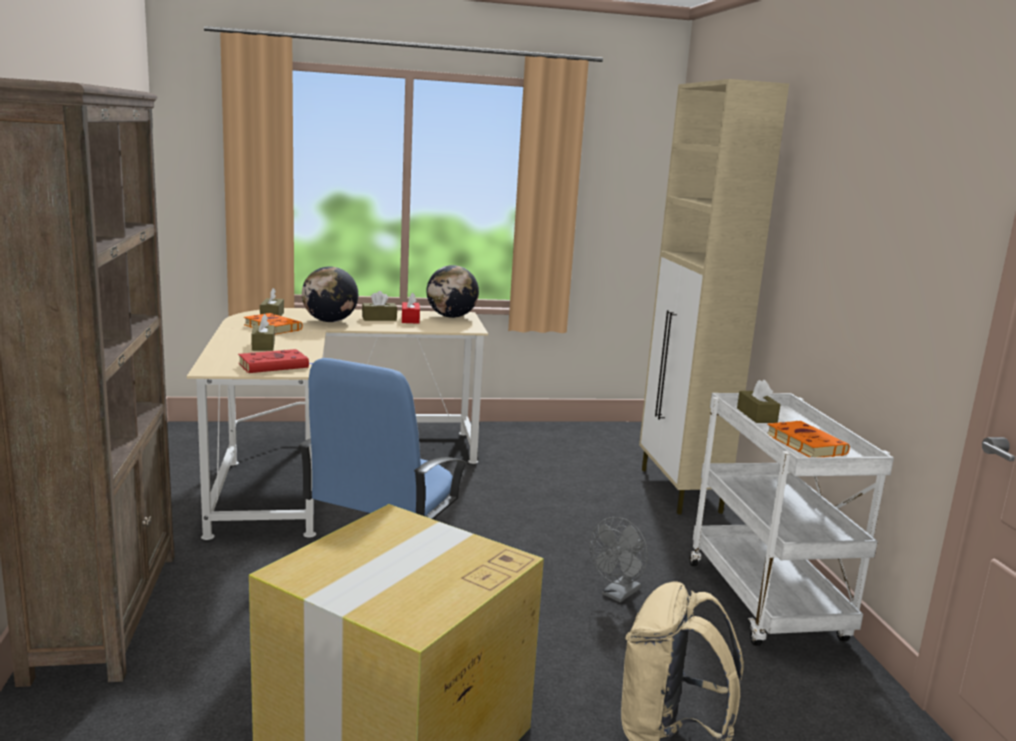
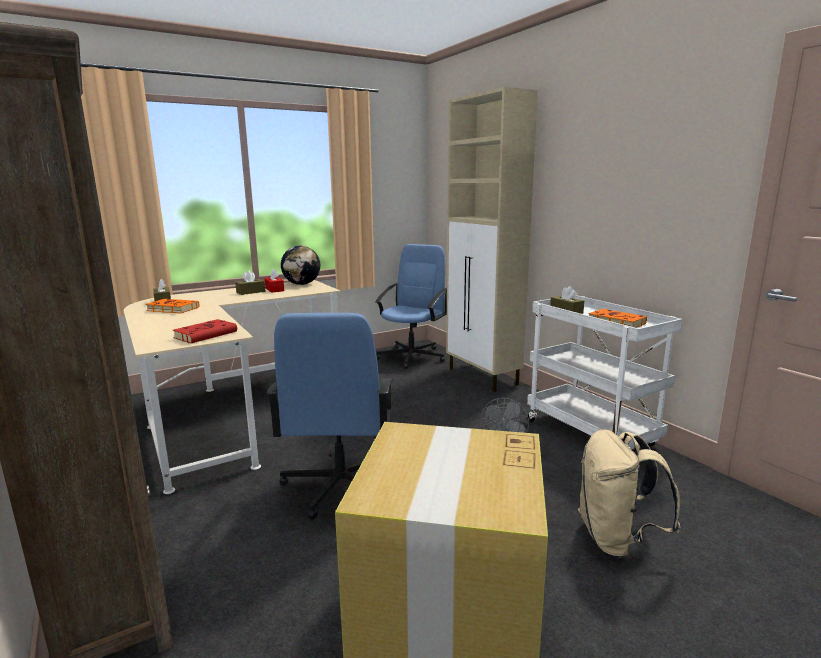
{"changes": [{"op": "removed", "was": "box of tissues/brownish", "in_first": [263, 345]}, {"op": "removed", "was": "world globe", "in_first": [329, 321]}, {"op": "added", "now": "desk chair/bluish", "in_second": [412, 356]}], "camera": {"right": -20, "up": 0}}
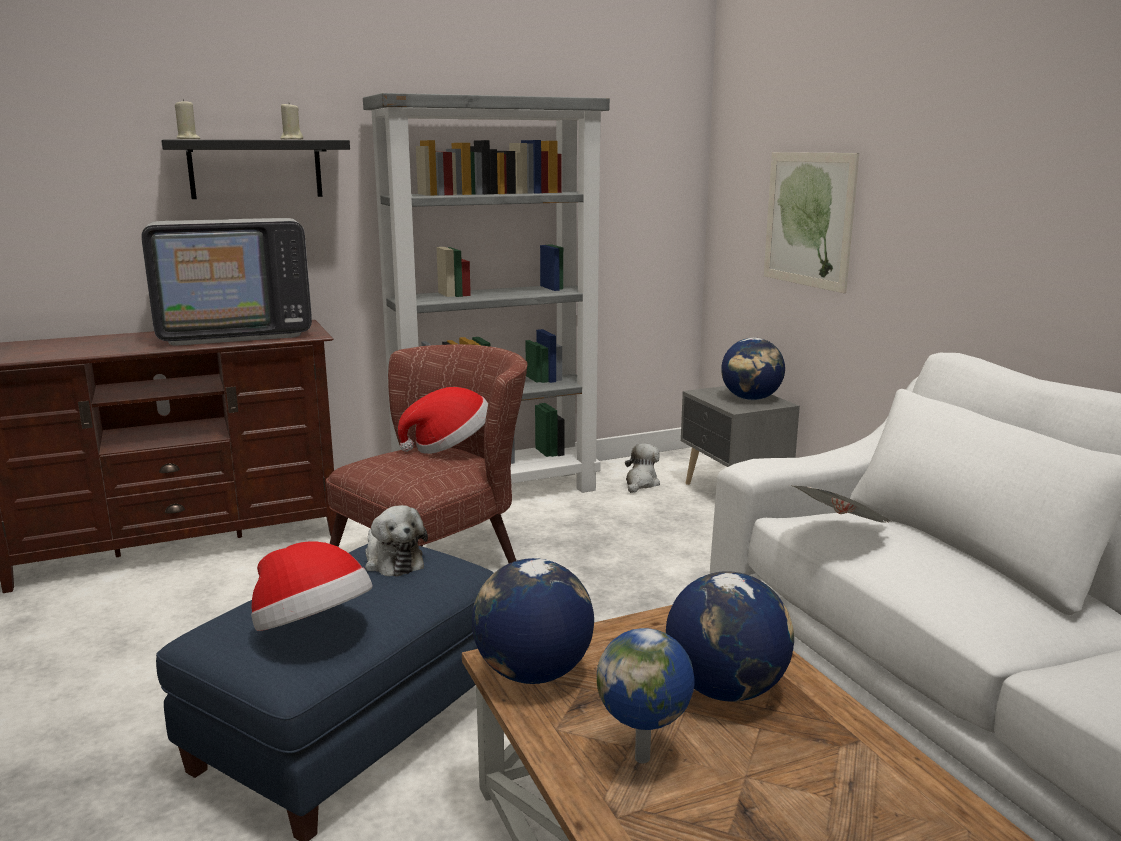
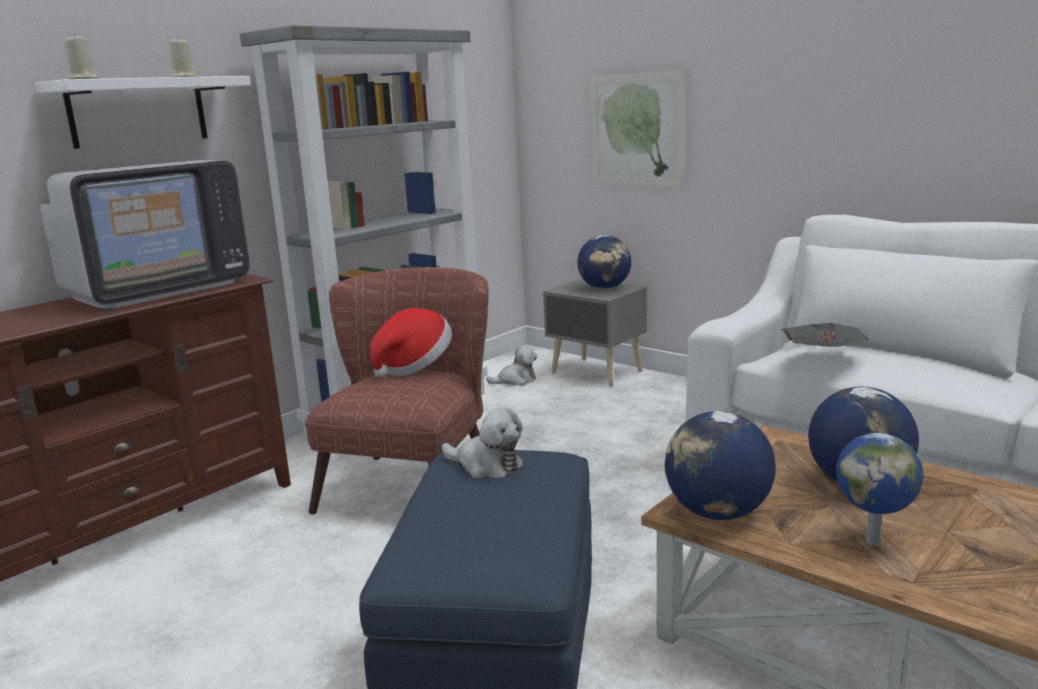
{"changes": [{"op": "recoloured", "was": "wall shelf/black", "now": "wall shelf/whitish", "in_first": [255, 169], "in_second": [138, 112]}, {"op": "removed", "was": "clothing hat", "in_first": [312, 630]}, {"op": "turned", "was": "soft toy", "in_first": [641, 483], "in_second": [515, 380], "clockwise": 75}], "camera": {"right": -25, "up": 0}}
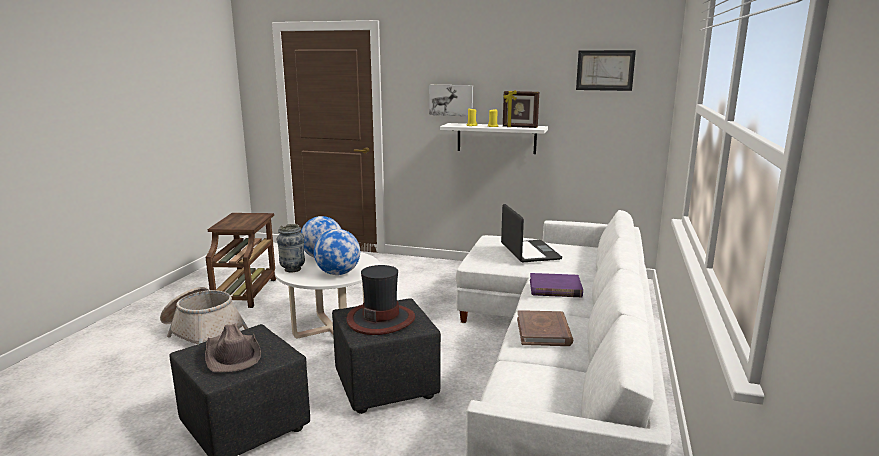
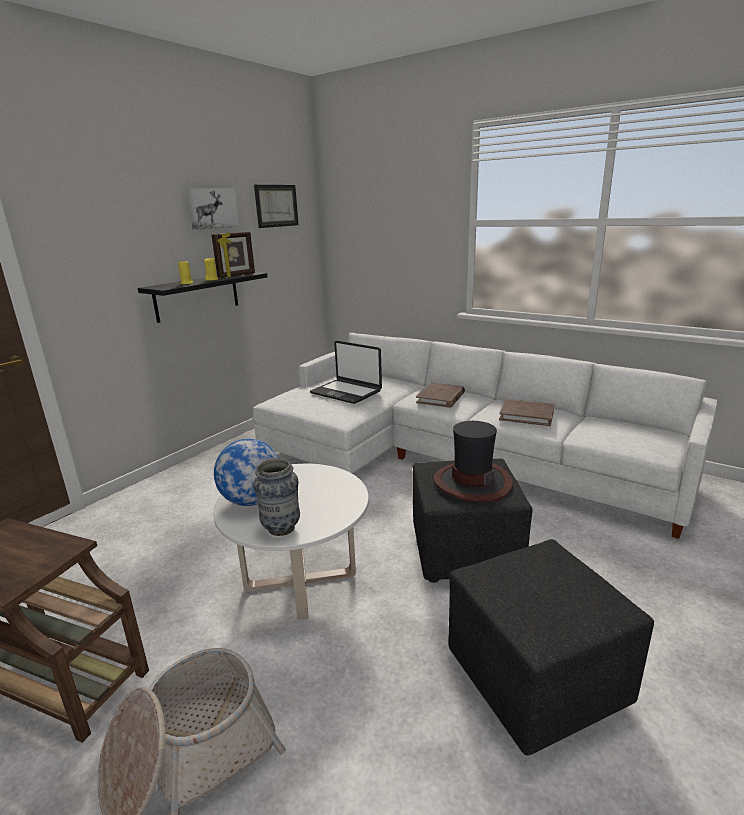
{"changes": [{"op": "removed", "was": "clothing hat/brownish", "in_first": [233, 355]}, {"op": "removed", "was": "world globe", "in_first": [338, 273]}, {"op": "moved", "was": "wall picture", "in_first": [451, 100], "in_second": [212, 208]}, {"op": "recoloured", "was": "wall shelf/whitish", "now": "wall shelf/black", "in_first": [496, 138], "in_second": [197, 296]}, {"op": "turned", "was": "portable computer", "in_first": [529, 252], "in_second": [346, 392], "clockwise": -150}, {"op": "recoloured", "was": "bound book/purple-coloured", "now": "bound book/brownish", "in_first": [555, 288], "in_second": [440, 398]}], "camera": {"right": -70, "up": 5}}
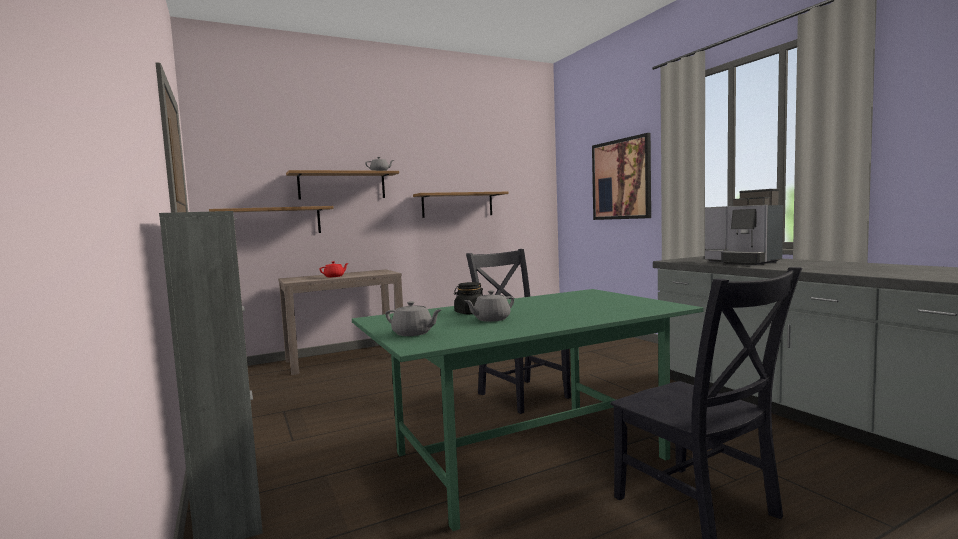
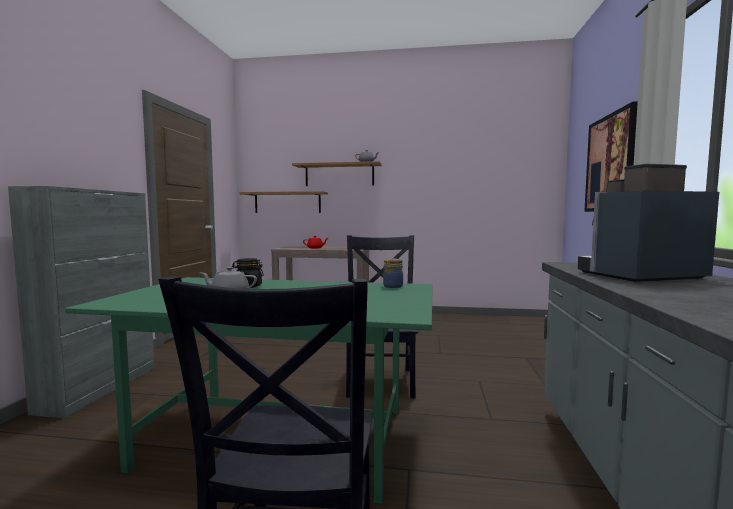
{"changes": [{"op": "removed", "was": "teapot/greyish", "in_first": [413, 333]}, {"op": "removed", "was": "wall shelf", "in_first": [457, 205]}, {"op": "turned", "was": "coffee maker", "in_first": [743, 262], "in_second": [639, 276], "clockwise": 75}, {"op": "added", "now": "jar", "in_second": [392, 286]}], "camera": {"right": 35, "up": 0}}
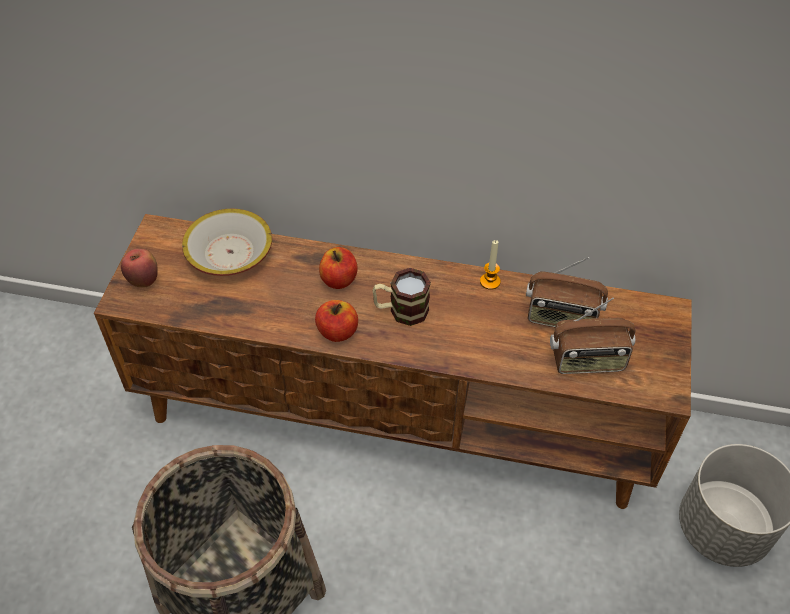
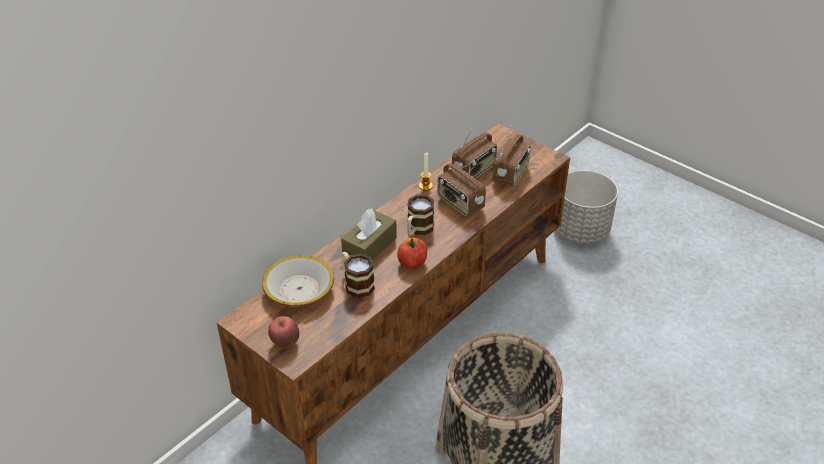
{"changes": [{"op": "replaced", "was": "apple", "now": "box of tissues/brownish", "in_first": [339, 279], "in_second": [369, 246]}, {"op": "added", "now": "coffee mug", "in_second": [356, 283]}, {"op": "added", "now": "radio", "in_second": [460, 204]}], "camera": {"right": -60, "up": -10}}
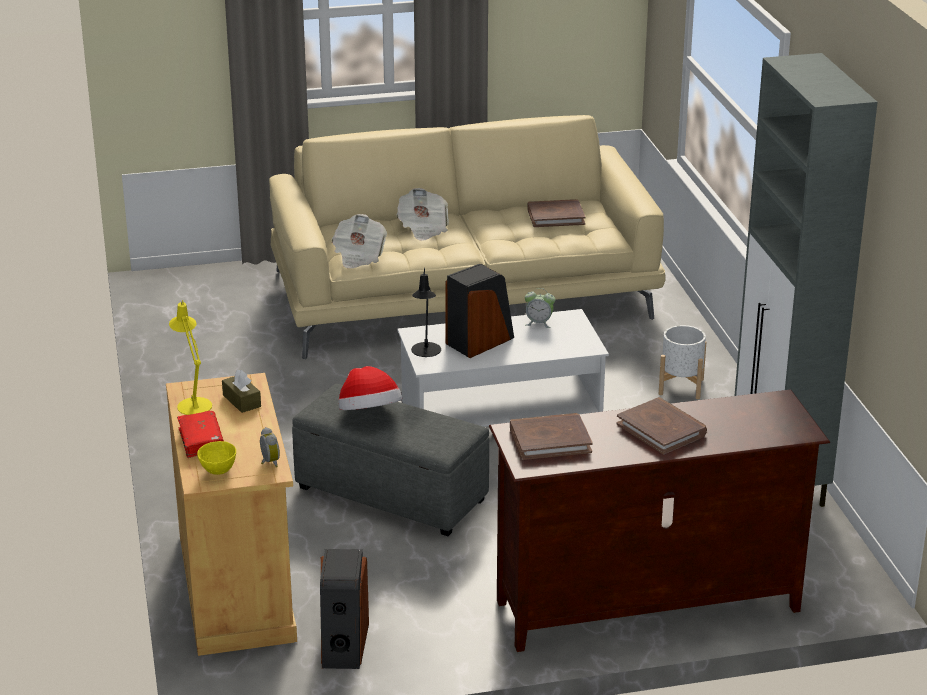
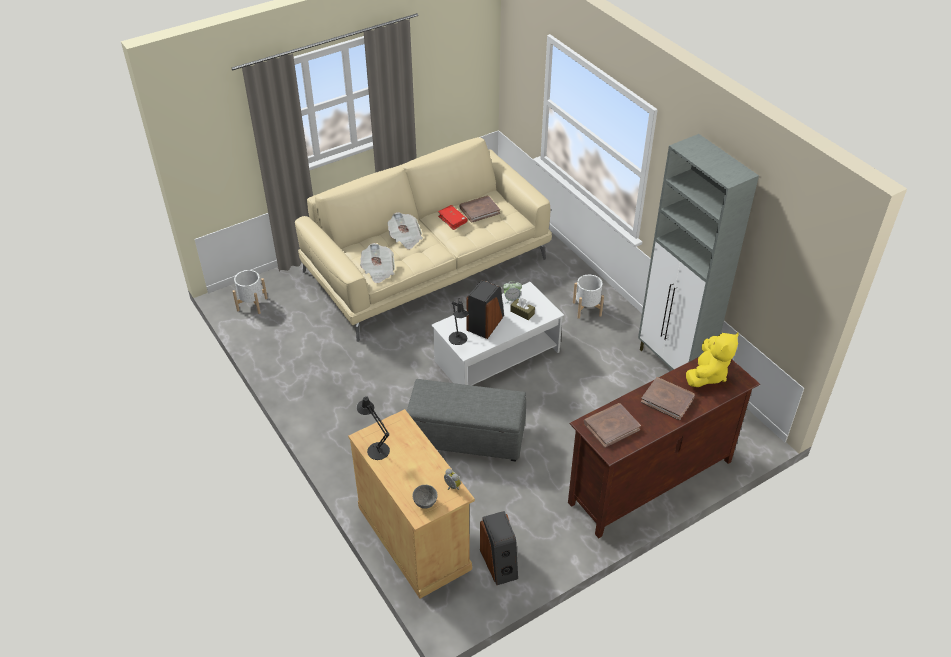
{"changes": [{"op": "recoloured", "was": "lamp for a table/yellow-coloured", "now": "lamp for a table/black", "in_first": [193, 403], "in_second": [376, 449]}, {"op": "moved", "was": "bound book/red-coloured", "in_first": [201, 440], "in_second": [452, 220]}, {"op": "recoloured", "was": "serving bowl/yellow-coloured", "now": "serving bowl/greyish", "in_first": [219, 471], "in_second": [425, 503]}, {"op": "moved", "was": "box of tissues/brownish", "in_first": [242, 401], "in_second": [522, 312]}, {"op": "removed", "was": "clothing hat", "in_first": [369, 414]}, {"op": "added", "now": "plant pot/whitish", "in_second": [252, 304]}, {"op": "added", "now": "soft toy/yellow-coloured", "in_second": [707, 374]}], "camera": {"right": -20, "up": 15}}
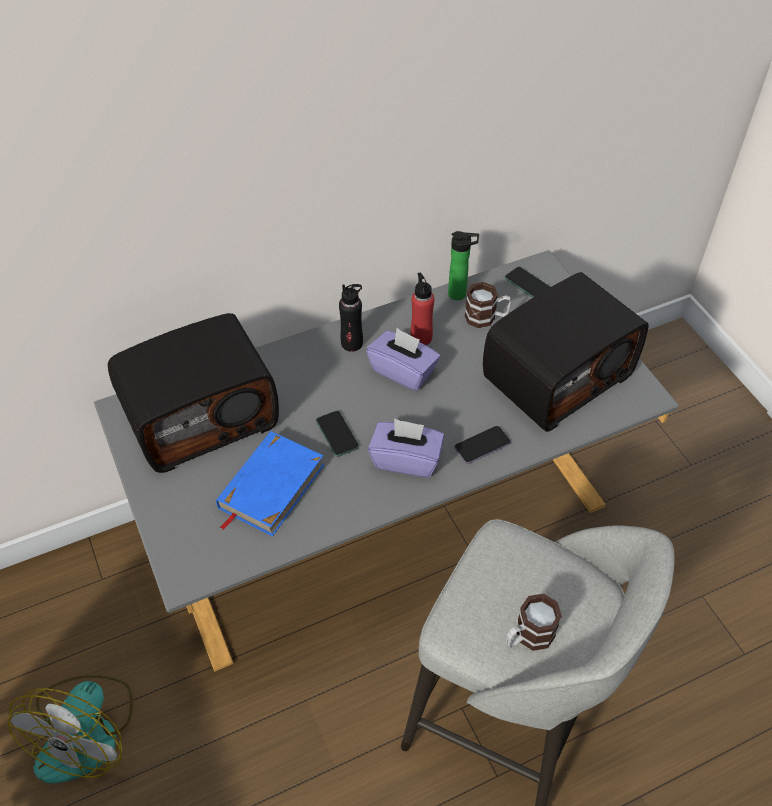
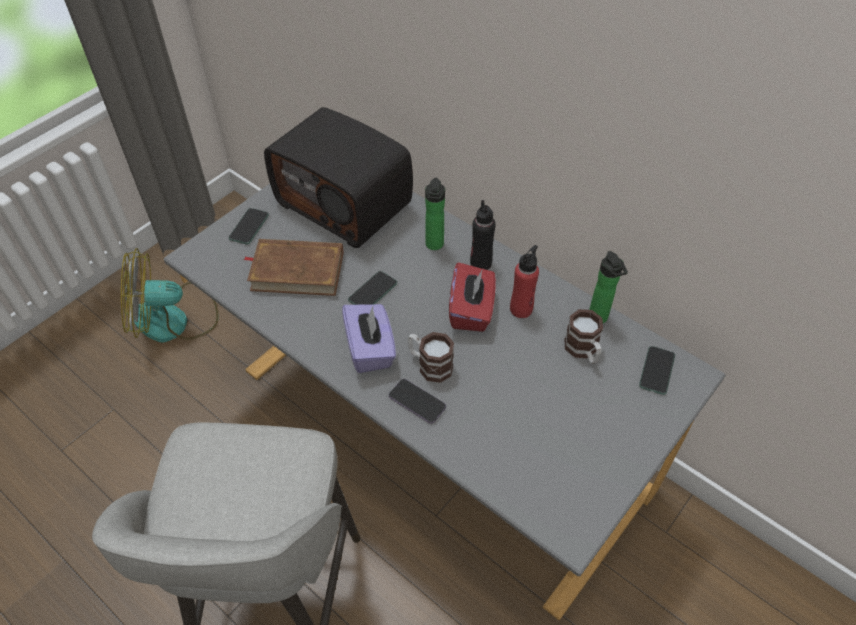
{"changes": [{"op": "recoloured", "was": "bound book/bluish", "now": "bound book/brownish", "in_first": [270, 487], "in_second": [297, 271]}, {"op": "recoloured", "was": "box of tissues/purple-coloured", "now": "box of tissues/red-coloured", "in_first": [403, 371], "in_second": [471, 311]}, {"op": "removed", "was": "radio", "in_first": [556, 375]}, {"op": "moved", "was": "coffee mug", "in_first": [528, 636], "in_second": [429, 365]}, {"op": "added", "now": "handset", "in_second": [249, 227]}, {"op": "added", "now": "beverage bottle", "in_second": [434, 246]}], "camera": {"right": 65, "up": 0}}
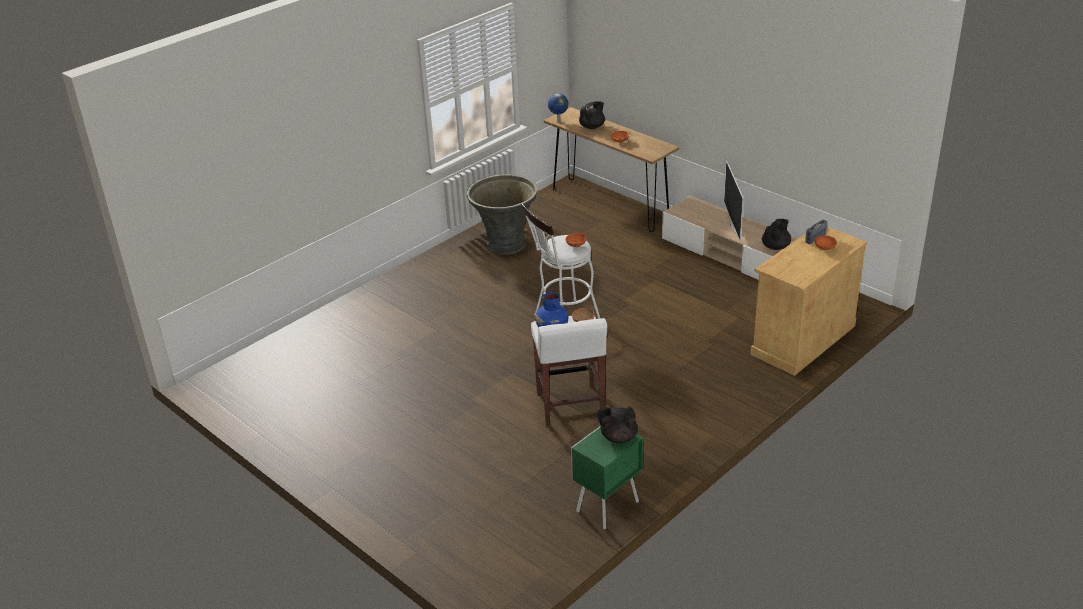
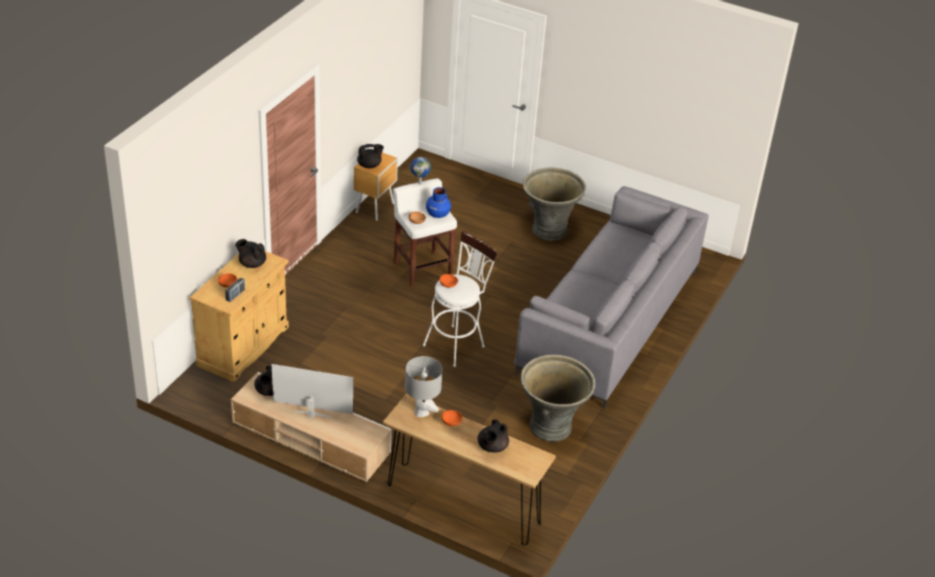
{"changes": [{"op": "moved", "was": "world globe", "in_first": [558, 122], "in_second": [420, 183]}, {"op": "recoloured", "was": "bedside table/green-coloured", "now": "bedside table/brownish", "in_first": [606, 507], "in_second": [376, 208]}, {"op": "turned", "was": "TV", "in_first": [735, 226], "in_second": [312, 415], "clockwise": -60}, {"op": "added", "now": "teapot/black", "in_second": [252, 263]}, {"op": "added", "now": "lamp for a table/greyish", "in_second": [421, 412]}, {"op": "added", "now": "settee/greyish", "in_second": [609, 320]}, {"op": "added", "now": "plant pot/greyish", "in_second": [549, 230]}], "camera": {"right": 160, "up": 5}}
